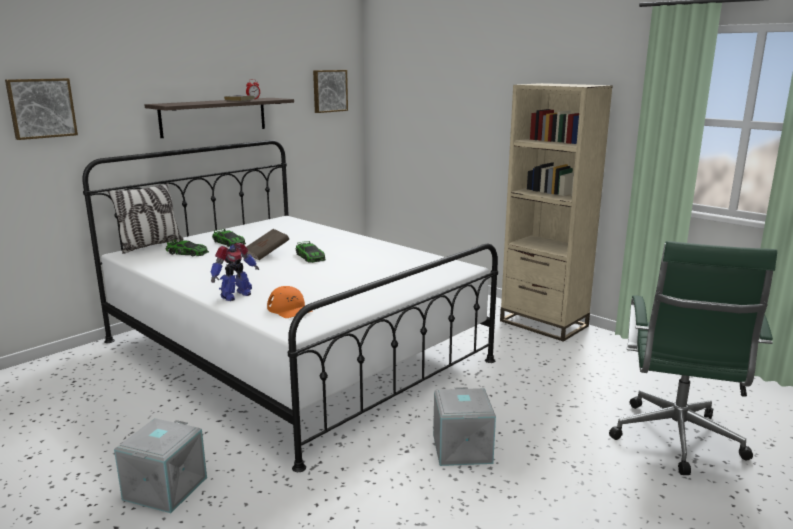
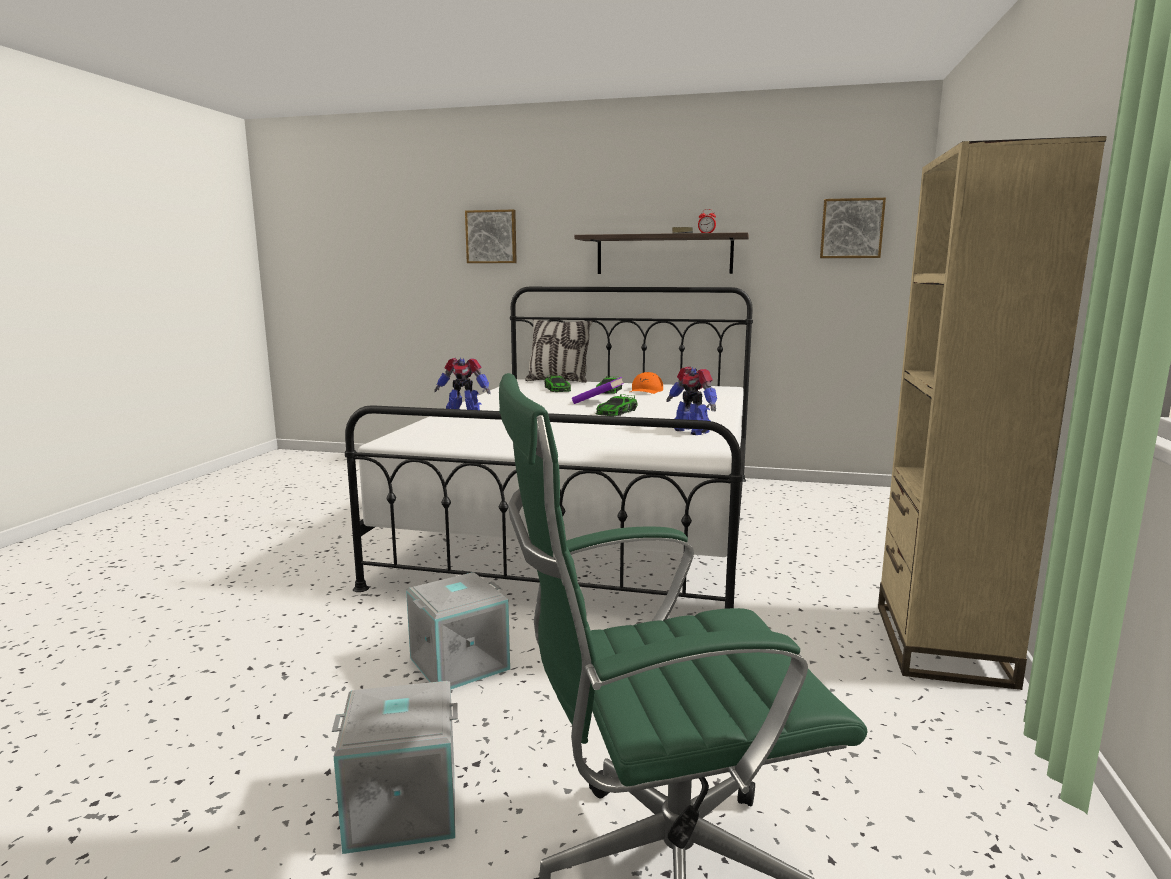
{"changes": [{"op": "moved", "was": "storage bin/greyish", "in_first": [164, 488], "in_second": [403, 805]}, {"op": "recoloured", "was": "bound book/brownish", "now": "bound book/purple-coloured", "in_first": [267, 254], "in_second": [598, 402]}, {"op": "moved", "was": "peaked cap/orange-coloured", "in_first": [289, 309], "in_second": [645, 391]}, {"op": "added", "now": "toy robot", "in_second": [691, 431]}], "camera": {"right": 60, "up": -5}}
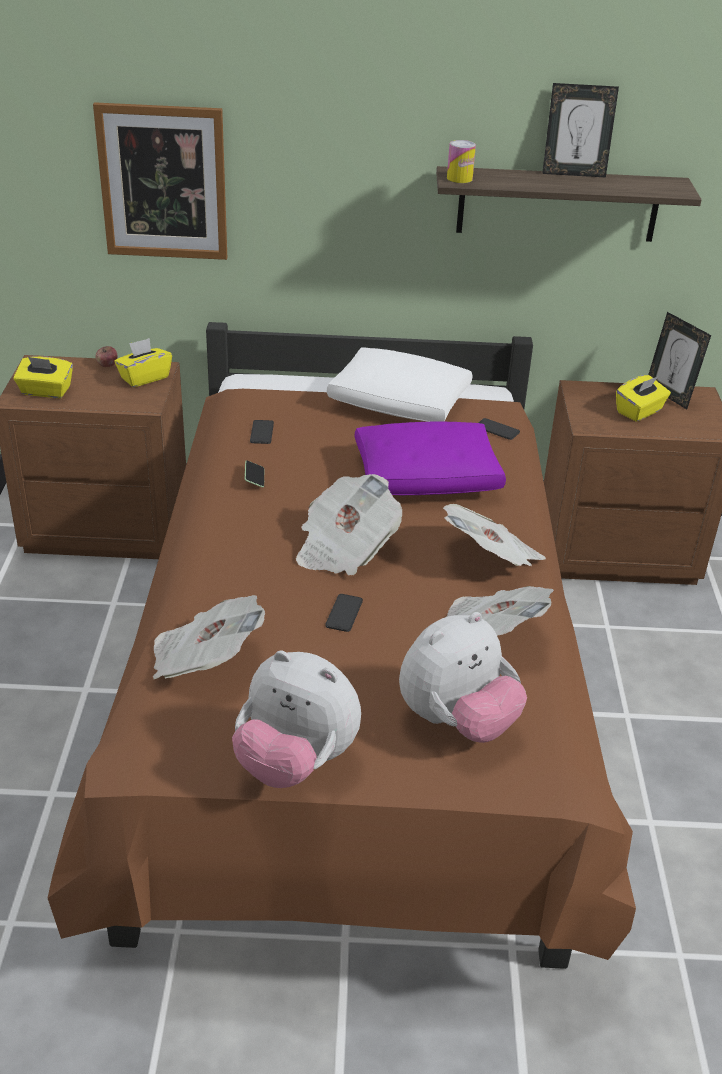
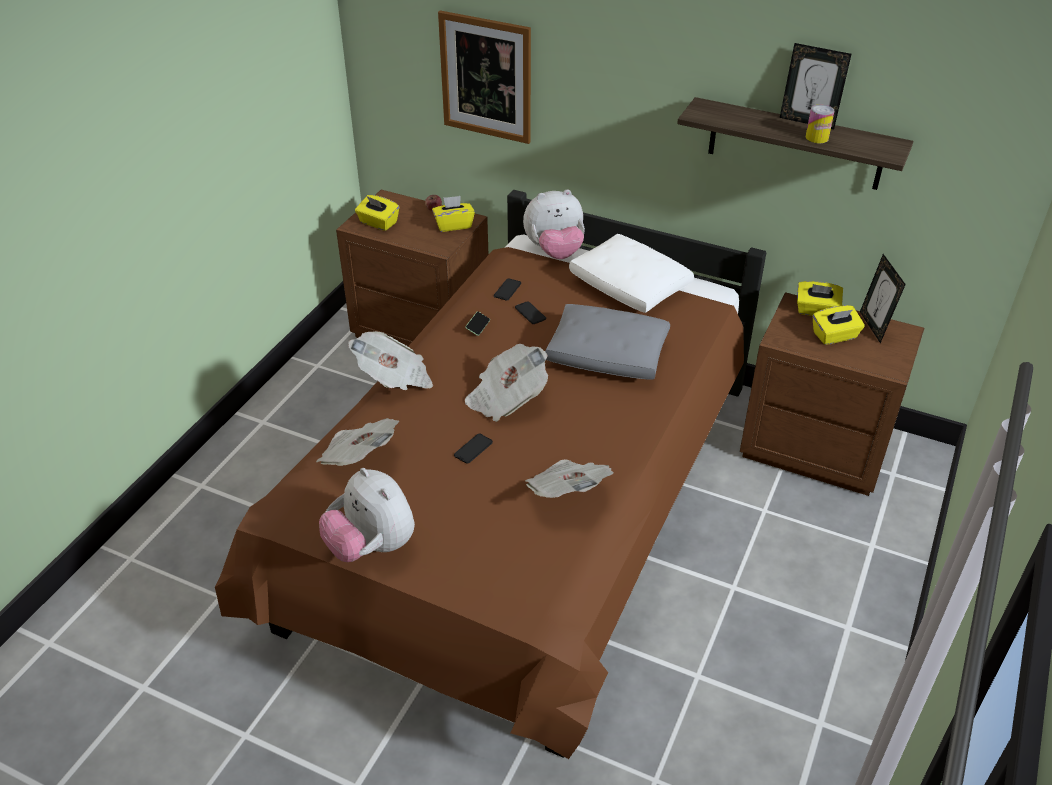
{"changes": [{"op": "recoloured", "was": "pillow/purple-coloured", "now": "pillow/greyish", "in_first": [428, 477], "in_second": [608, 355]}, {"op": "moved", "was": "soft toy", "in_first": [457, 721], "in_second": [555, 252]}, {"op": "moved", "was": "printed paper", "in_first": [491, 559], "in_second": [394, 379]}, {"op": "moved", "was": "can", "in_first": [459, 178], "in_second": [817, 137]}, {"op": "moved", "was": "handset", "in_first": [497, 429], "in_second": [530, 313]}, {"op": "added", "now": "box of tissues/yellow-coloured", "in_second": [816, 311]}], "camera": {"right": 25, "up": 5}}
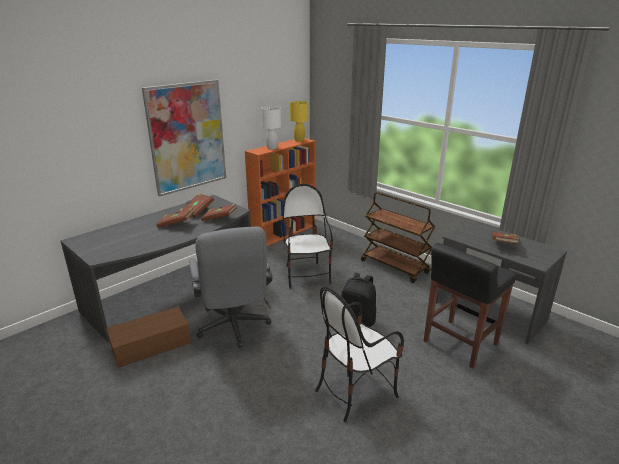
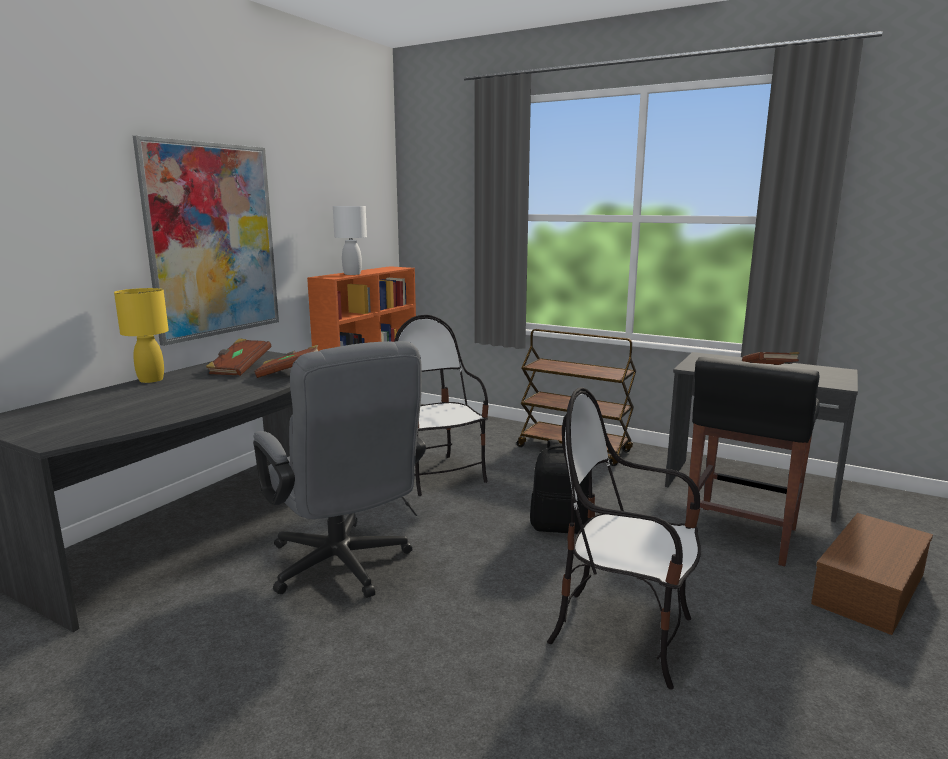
{"changes": [{"op": "moved", "was": "storage bin/brownish", "in_first": [152, 344], "in_second": [868, 587]}, {"op": "removed", "was": "bound book/brownish", "in_first": [176, 224]}, {"op": "moved", "was": "lamp for a table/yellow-coloured", "in_first": [299, 140], "in_second": [151, 380]}, {"op": "turned", "was": "upright chair", "in_first": [355, 391], "in_second": [623, 634], "clockwise": 75}], "camera": {"right": -15, "up": -10}}
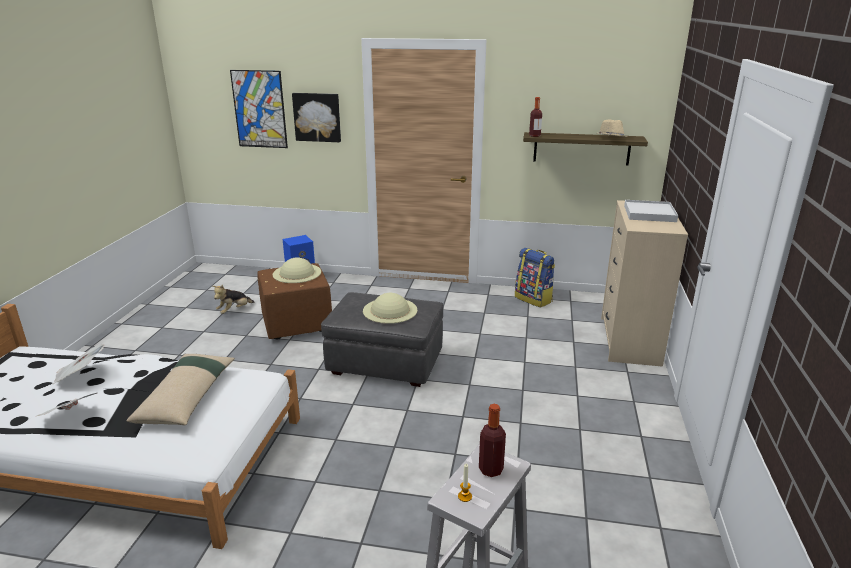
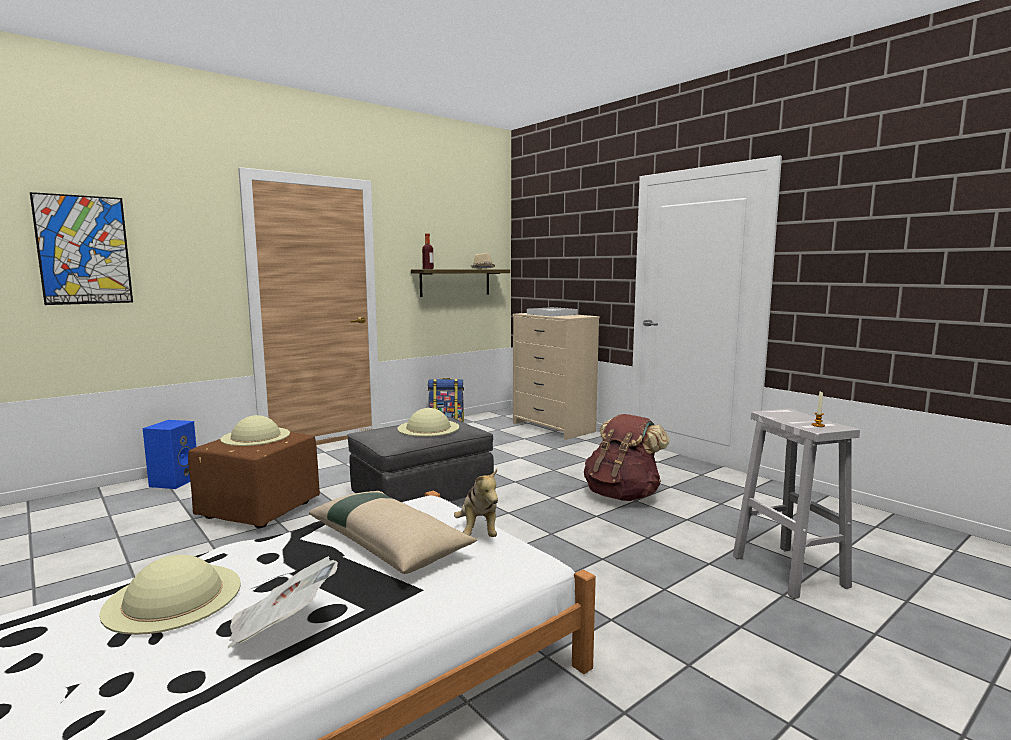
{"changes": [{"op": "replaced", "was": "printed paper", "now": "clothing hat/beige", "in_first": [81, 375], "in_second": [174, 597]}, {"op": "moved", "was": "soft toy", "in_first": [234, 310], "in_second": [479, 532]}, {"op": "removed", "was": "wall picture", "in_first": [317, 117]}, {"op": "removed", "was": "beverage bottle", "in_first": [491, 469]}, {"op": "added", "now": "backpack/brownish", "in_second": [622, 495]}], "camera": {"right": -50, "up": -15}}
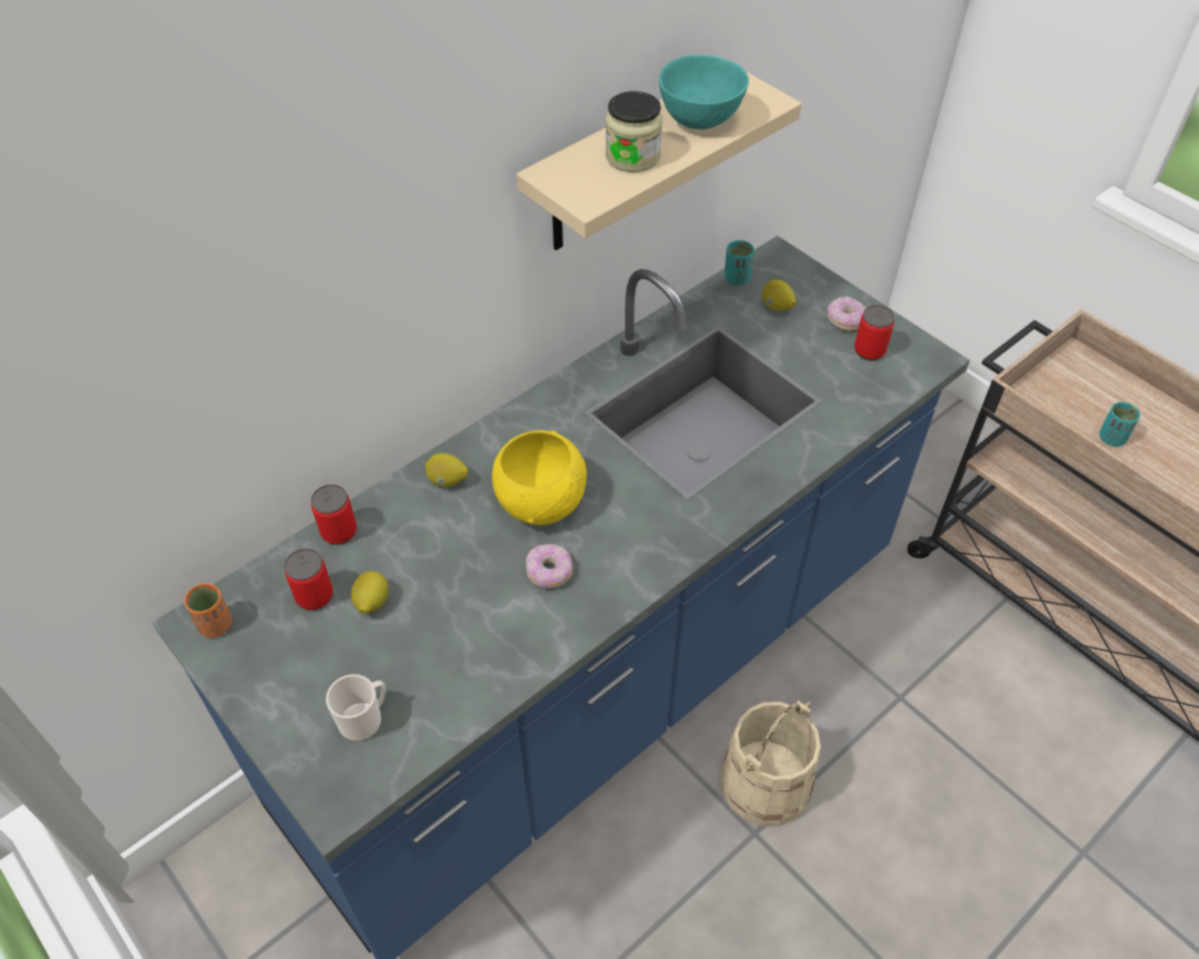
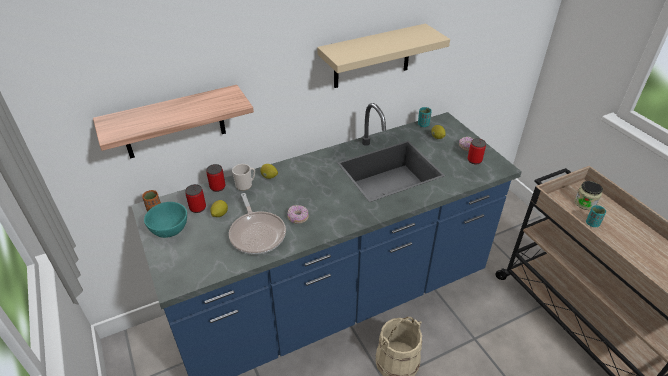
{"changes": [{"op": "moved", "was": "coffee mug", "in_first": [364, 719], "in_second": [245, 185]}, {"op": "removed", "was": "serving bowl/yellow-coloured", "in_first": [541, 500]}, {"op": "moved", "was": "jar", "in_first": [633, 156], "in_second": [585, 203]}, {"op": "moved", "was": "serving bowl/turquoise-coloured", "in_first": [701, 120], "in_second": [171, 231]}, {"op": "added", "now": "wall shelf", "in_second": [174, 123]}, {"op": "added", "now": "skillet", "in_second": [257, 233]}], "camera": {"right": 15, "up": -10}}
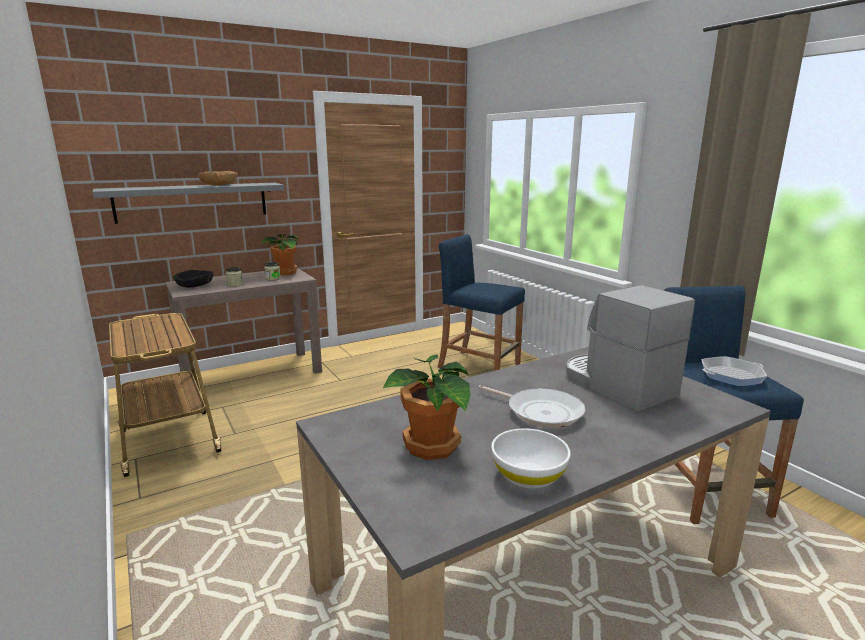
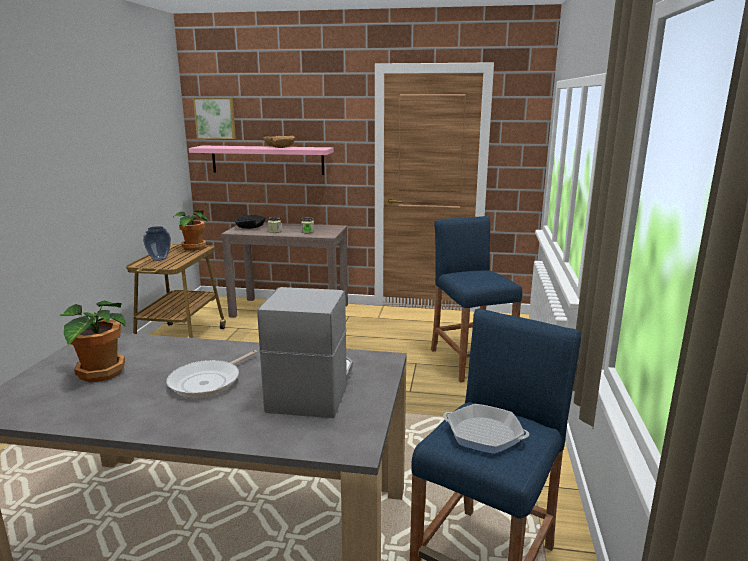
{"changes": [{"op": "recoloured", "was": "wall shelf/greyish", "now": "wall shelf/pink-coloured", "in_first": [192, 202], "in_second": [267, 160]}, {"op": "moved", "was": "houseplant", "in_first": [285, 272], "in_second": [193, 248]}, {"op": "turned", "was": "skillet", "in_first": [540, 411], "in_second": [208, 382], "clockwise": 45}, {"op": "removed", "was": "serving bowl/whitish", "in_first": [529, 476]}, {"op": "added", "now": "flower vase", "in_second": [159, 259]}, {"op": "added", "now": "wall picture", "in_second": [215, 118]}], "camera": {"right": 40, "up": 0}}
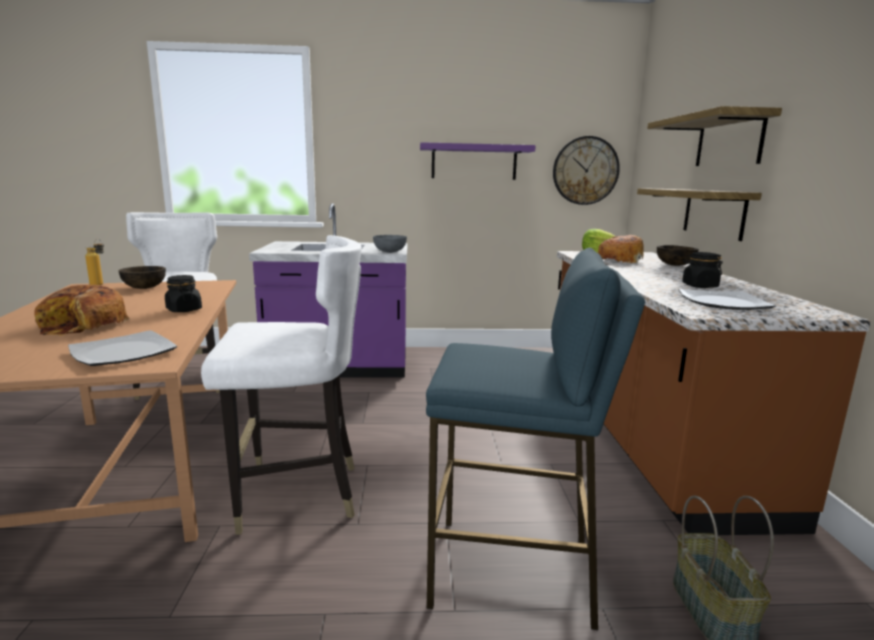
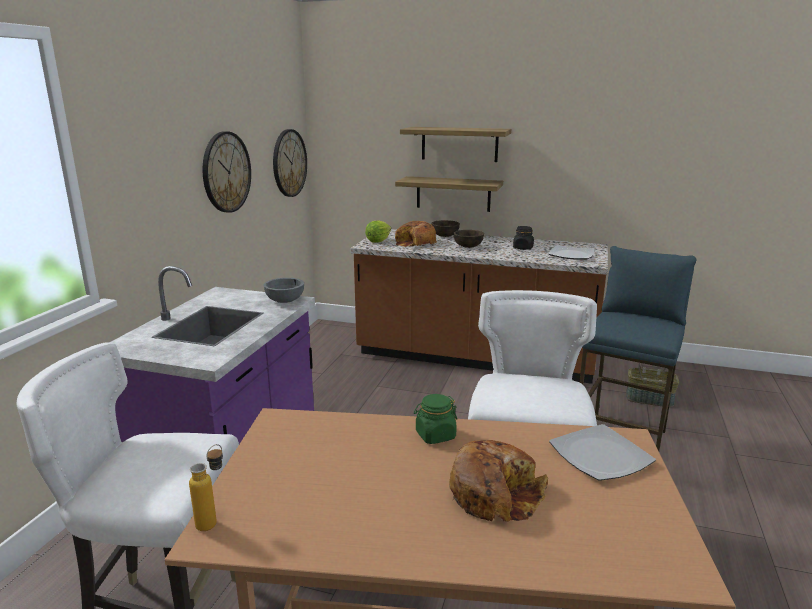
{"changes": [{"op": "moved", "was": "serving bowl/brownish", "in_first": [145, 288], "in_second": [468, 246]}, {"op": "recoloured", "was": "jar/black", "now": "jar/green-coloured", "in_first": [184, 310], "in_second": [435, 435]}, {"op": "replaced", "was": "wall shelf/purple-coloured", "now": "clock on the wall", "in_first": [474, 162], "in_second": [226, 172]}], "camera": {"right": -70, "up": 5}}
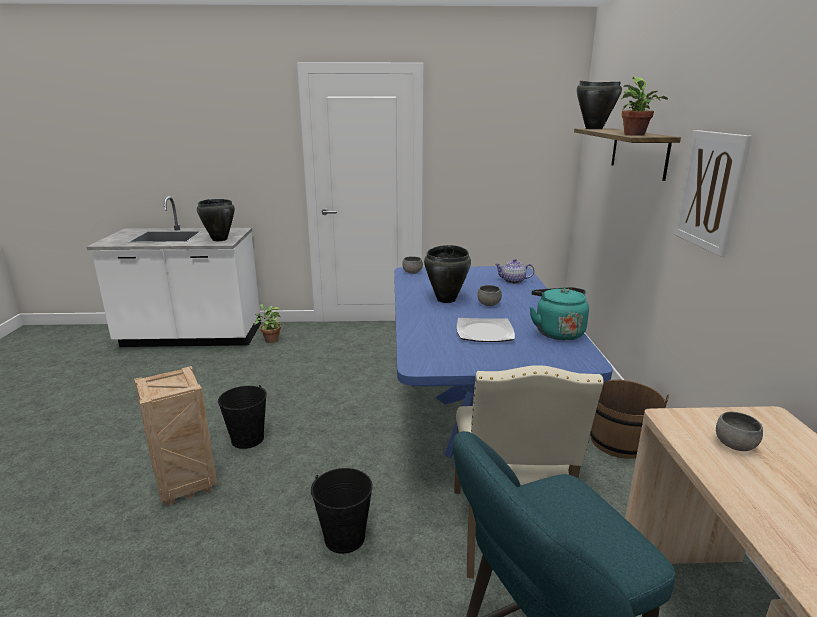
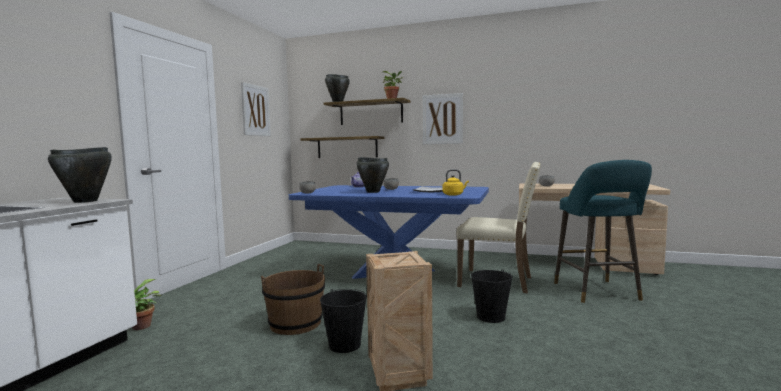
{"changes": [{"op": "removed", "was": "tea kettle/turquoise-coloured", "in_first": [557, 332]}, {"op": "moved", "was": "pail/brownish", "in_first": [619, 441], "in_second": [295, 323]}, {"op": "added", "now": "wall picture", "in_second": [255, 110]}, {"op": "added", "now": "wall shelf", "in_second": [347, 147]}, {"op": "added", "now": "tea kettle/yellow-coloured", "in_second": [454, 195]}], "camera": {"right": -70, "up": -15}}
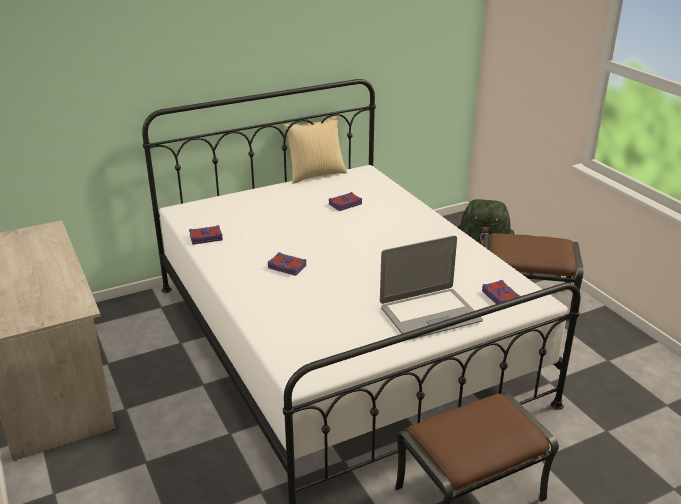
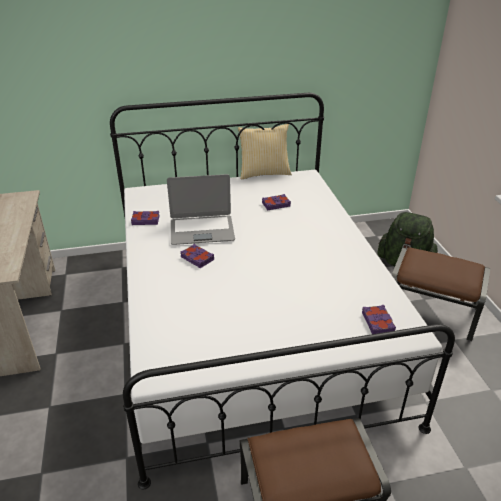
{"changes": [{"op": "moved", "was": "portable computer", "in_first": [429, 314], "in_second": [202, 230]}], "camera": {"right": 15, "up": 5}}
